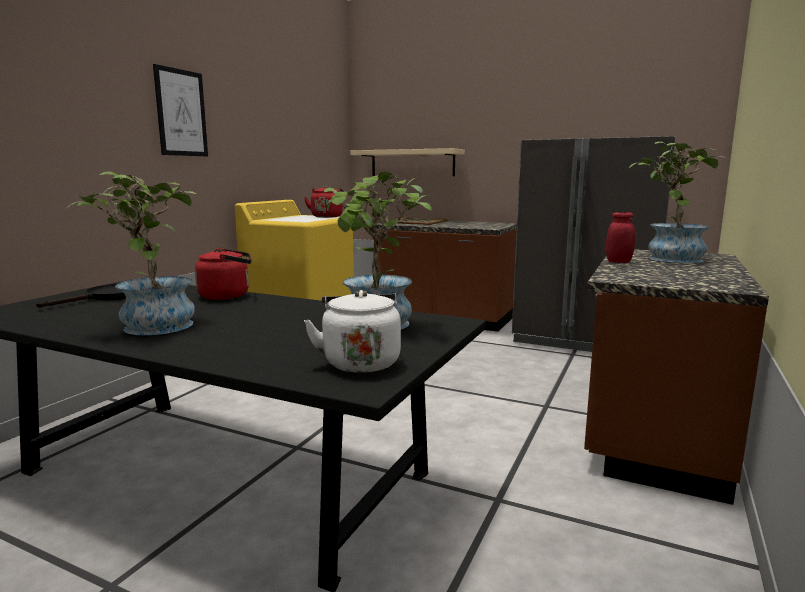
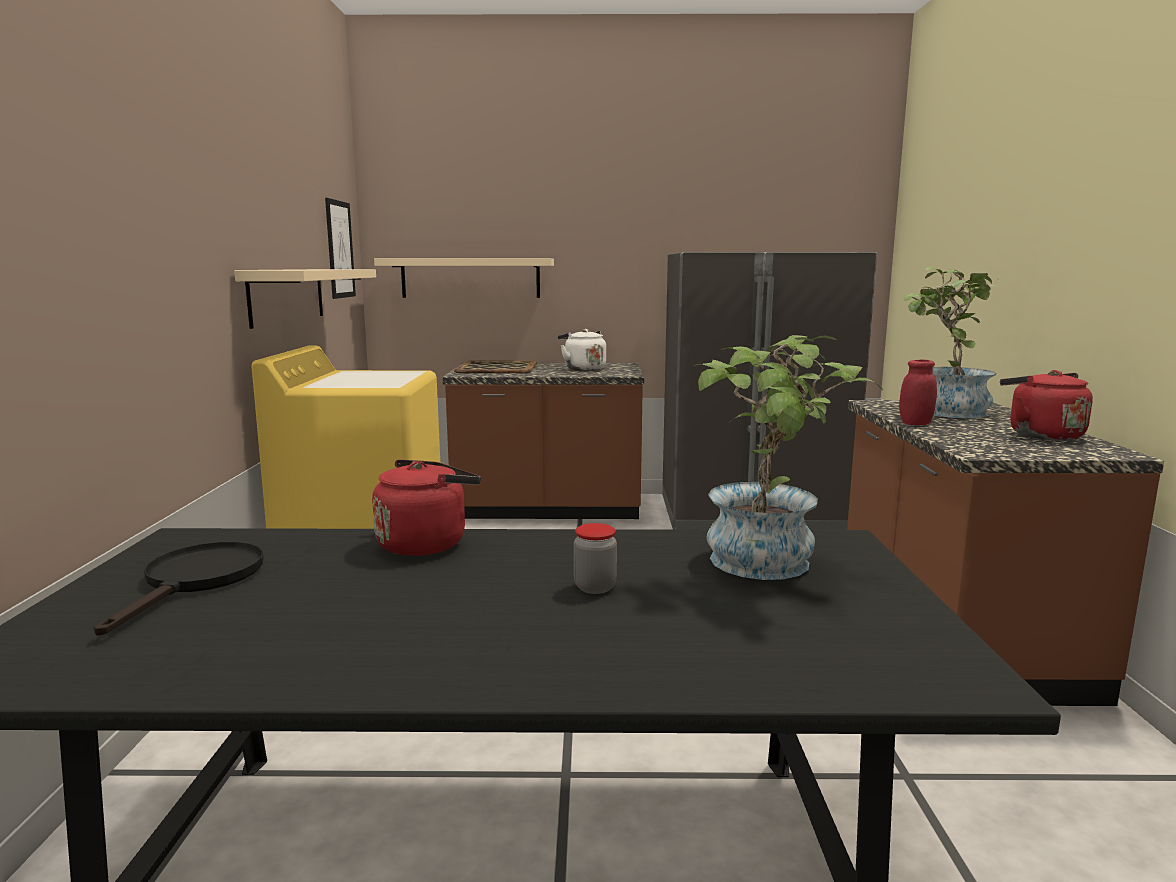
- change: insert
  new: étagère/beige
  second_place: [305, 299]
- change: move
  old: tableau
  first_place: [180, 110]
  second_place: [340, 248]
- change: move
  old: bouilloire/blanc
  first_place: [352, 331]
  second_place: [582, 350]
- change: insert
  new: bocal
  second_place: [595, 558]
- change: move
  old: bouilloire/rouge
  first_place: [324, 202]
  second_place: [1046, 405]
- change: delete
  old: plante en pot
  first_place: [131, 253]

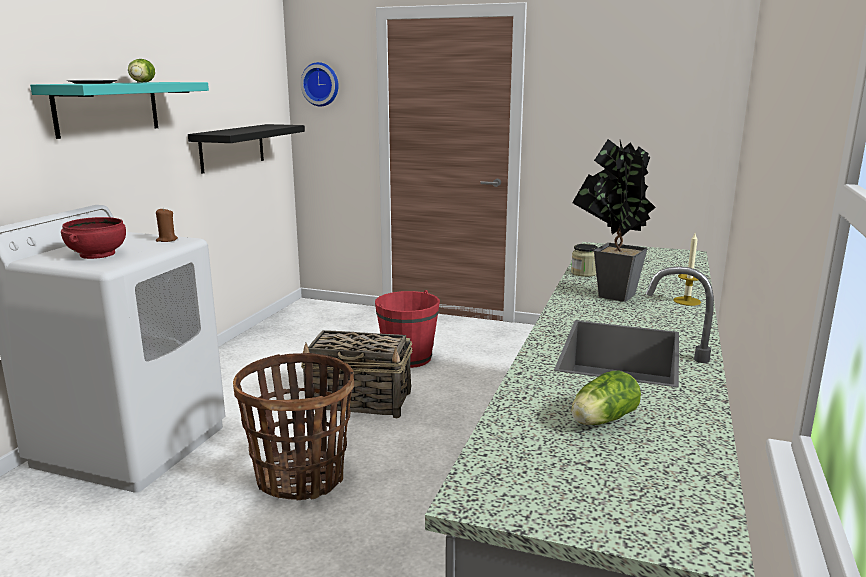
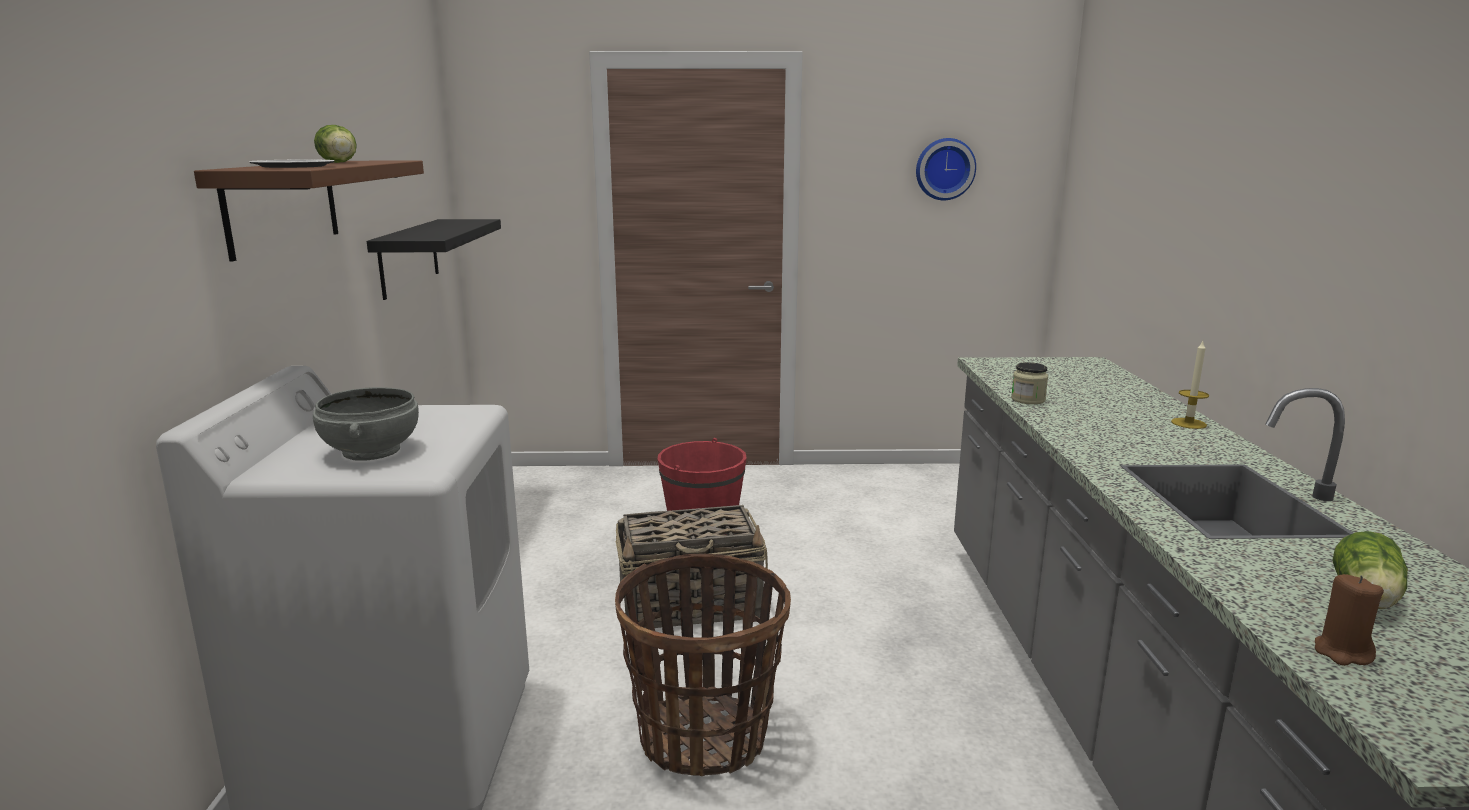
- change: recolor
  old: étagère/turquoise
  new: étagère/marron
  first_place: [119, 110]
  second_place: [309, 211]
- change: recolor
  old: bol/rouge
  new: bol/gris
  first_place: [93, 238]
  second_place: [366, 424]
- change: move
  old: horloge murale
  first_place: [319, 84]
  second_place: [946, 169]
- change: move
  old: bougie/marron
  first_place: [167, 225]
  second_place: [1349, 620]
- change: delete
  old: plante en pot
  first_place: [614, 220]

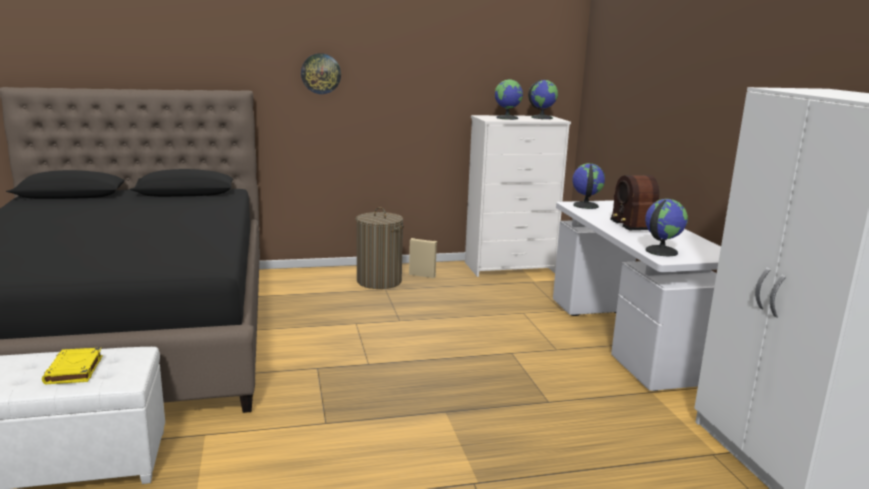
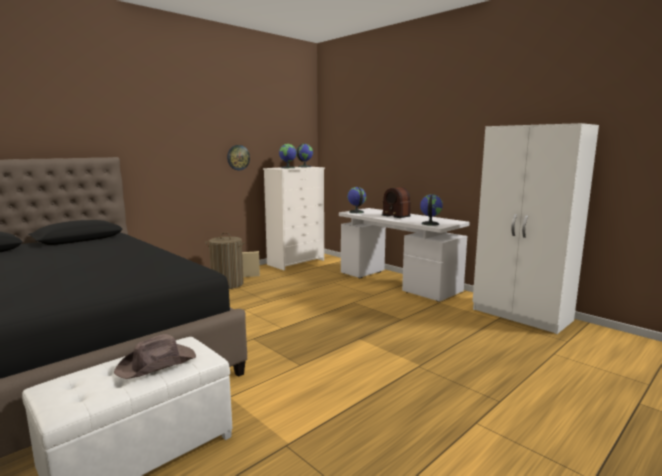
- change: replace
  old: livre/jaune
  new: chapeau/marron
  first_place: [72, 366]
  second_place: [155, 356]
- change: move
  old: horloge murale
  first_place: [321, 73]
  second_place: [238, 157]

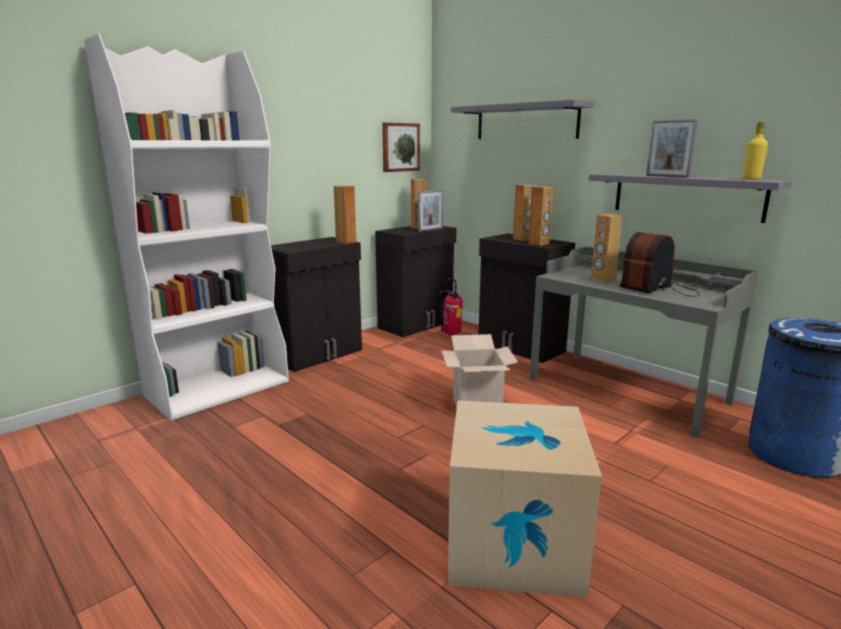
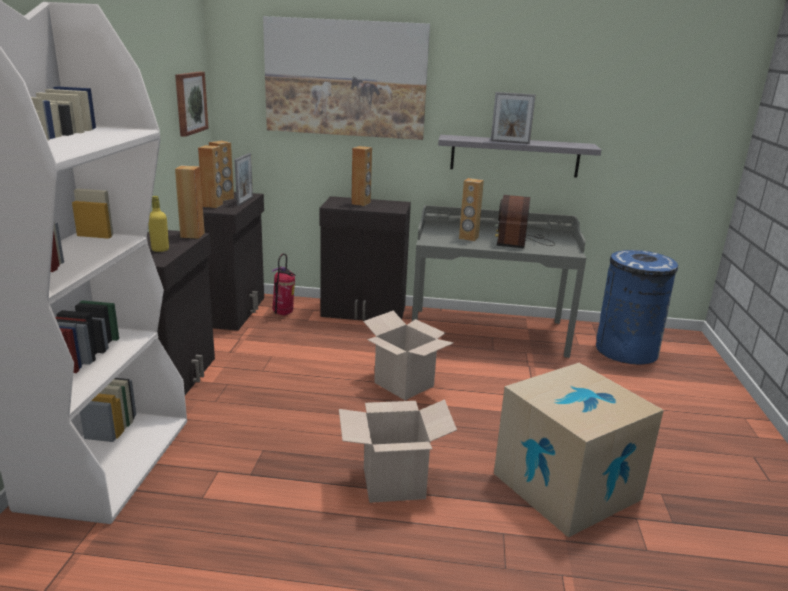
- change: move
  old: bouteille/jaune
  first_place: [755, 151]
  second_place: [158, 224]
- change: move
  old: enceinte/marron
  first_place: [540, 216]
  second_place: [210, 176]
- change: replace
  old: étagère/gris
  new: tableau
  first_place: [522, 119]
  second_place: [346, 78]
- change: insert
  new: carton
  second_place: [398, 451]

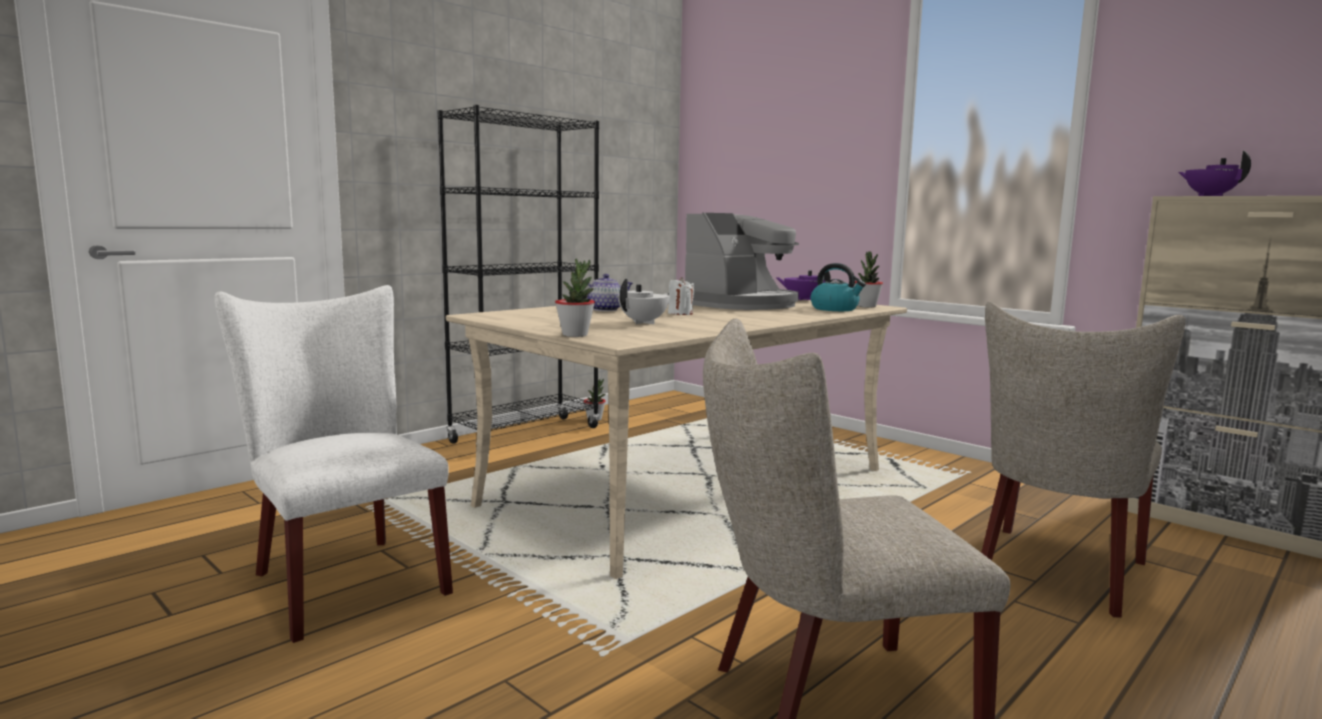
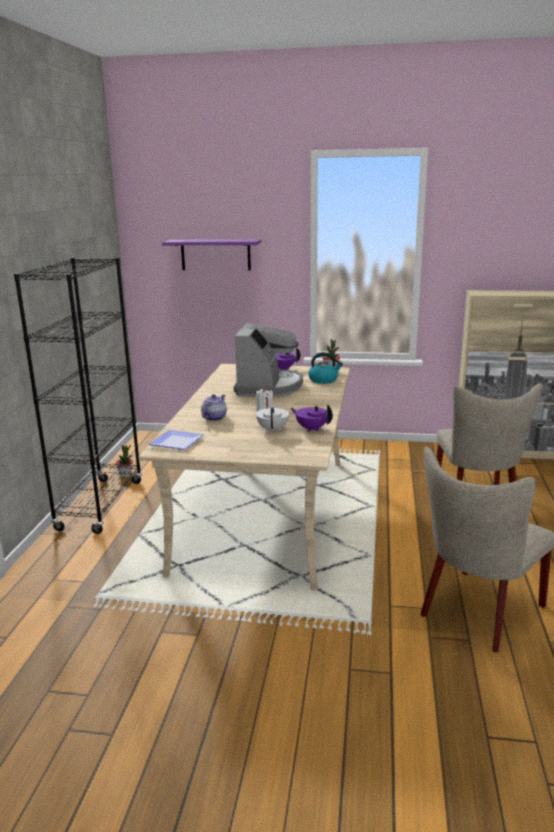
- change: insert
  new: assiette
  second_place: [176, 440]
- change: insert
  new: étagère/violet
  second_place: [211, 254]
- change: move
  old: théière/violet
  first_place: [1215, 173]
  second_place: [311, 418]
- change: delete
  old: chaise/blanc
  first_place: [333, 464]
- change: delete
  old: plante en pot
  first_place: [575, 298]

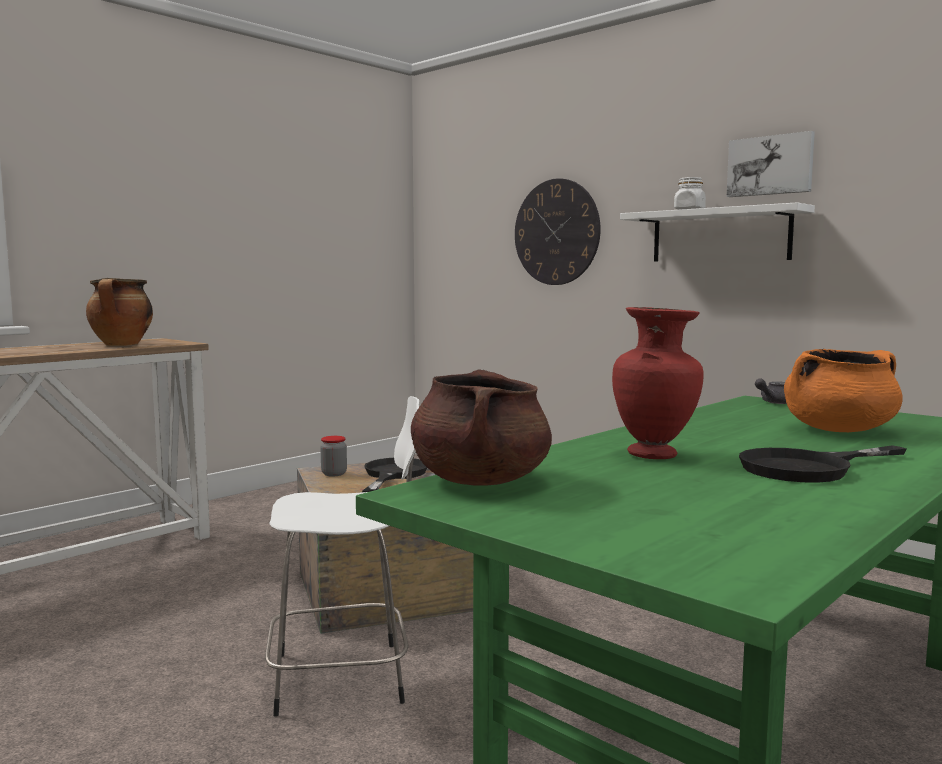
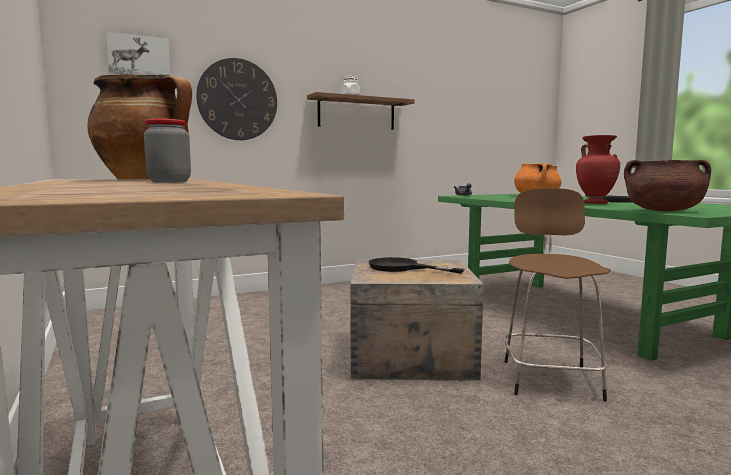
- change: move
  old: tableau
  first_place: [771, 164]
  second_place: [138, 53]
- change: move
  old: bocal
  first_place: [333, 456]
  second_place: [167, 150]
- change: recolor
  old: étagère/blanc
  new: étagère/marron
  first_place: [717, 232]
  second_place: [361, 111]
- change: recolor
  old: tabouret/blanc
  new: tabouret/marron
  first_place: [342, 556]
  second_place: [557, 294]

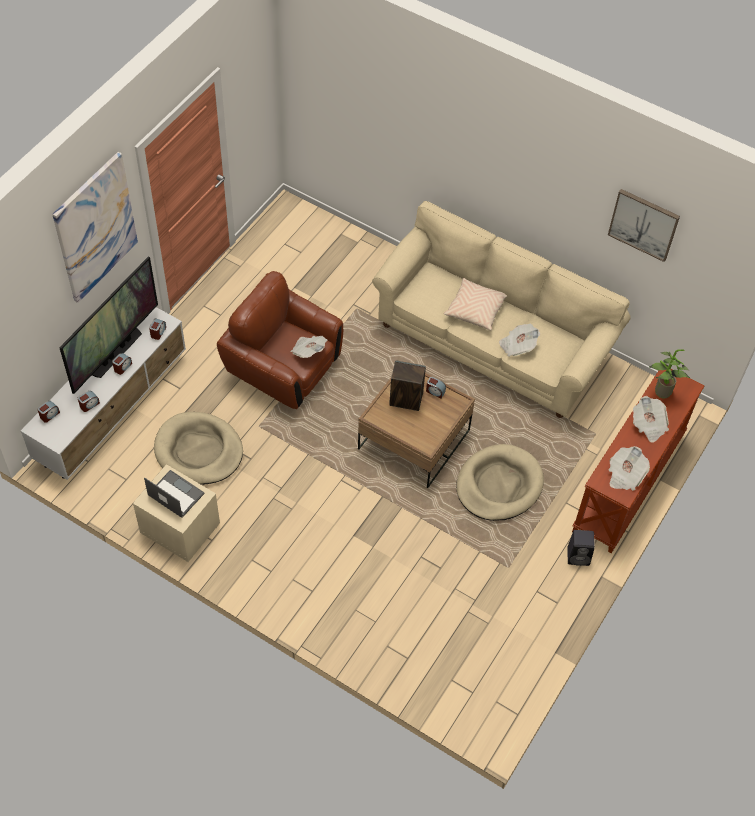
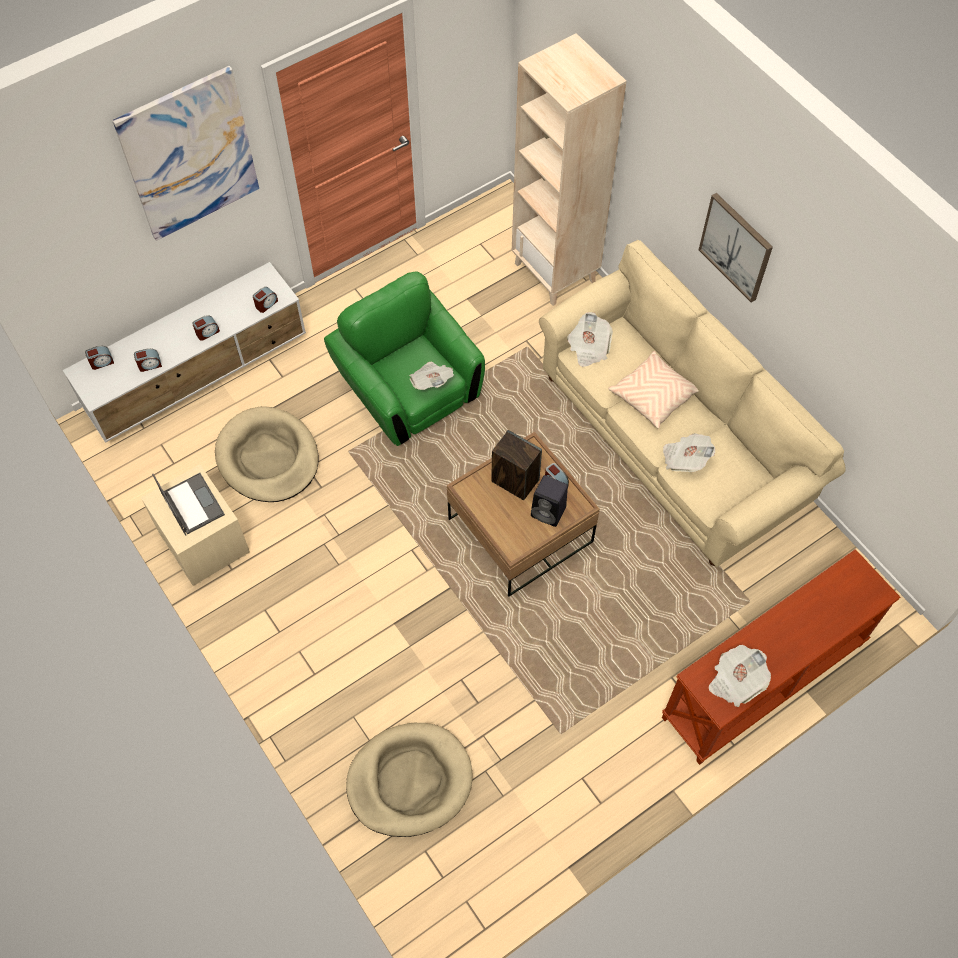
- change: recolor
  old: fauteuil/marron
  new: fauteuil/vert
  first_place: [280, 340]
  second_place: [404, 358]
- change: move
  old: panier pour chien/beige
  first_place: [500, 482]
  second_place: [409, 780]
- change: insert
  new: bibliothèque/beige
  second_place: [569, 169]
- change: move
  old: enceinte/noir
  first_place: [581, 548]
  second_place: [549, 501]
- change: move
  old: journal
  first_place: [651, 419]
  second_place: [590, 339]
- change: move
  old: tableau
  first_place: [644, 225]
  second_place: [736, 248]
- change: delete
  old: téléviseur
  first_place: [108, 325]
- change: delete
  old: plante en pot
  first_place: [669, 373]

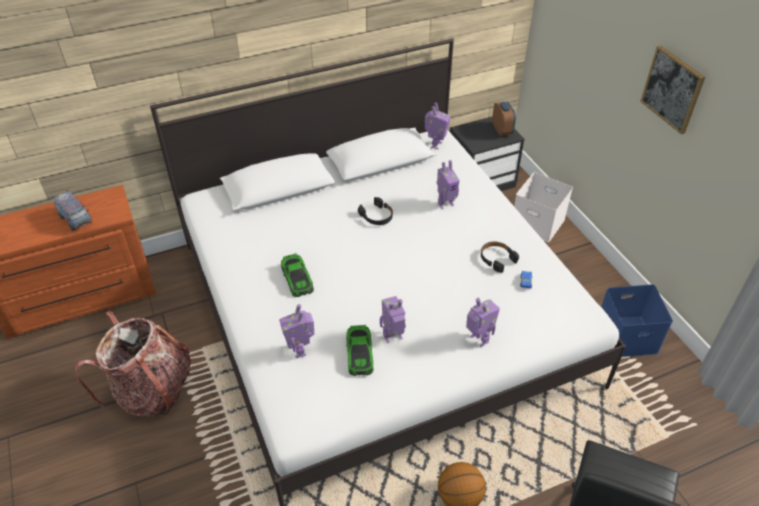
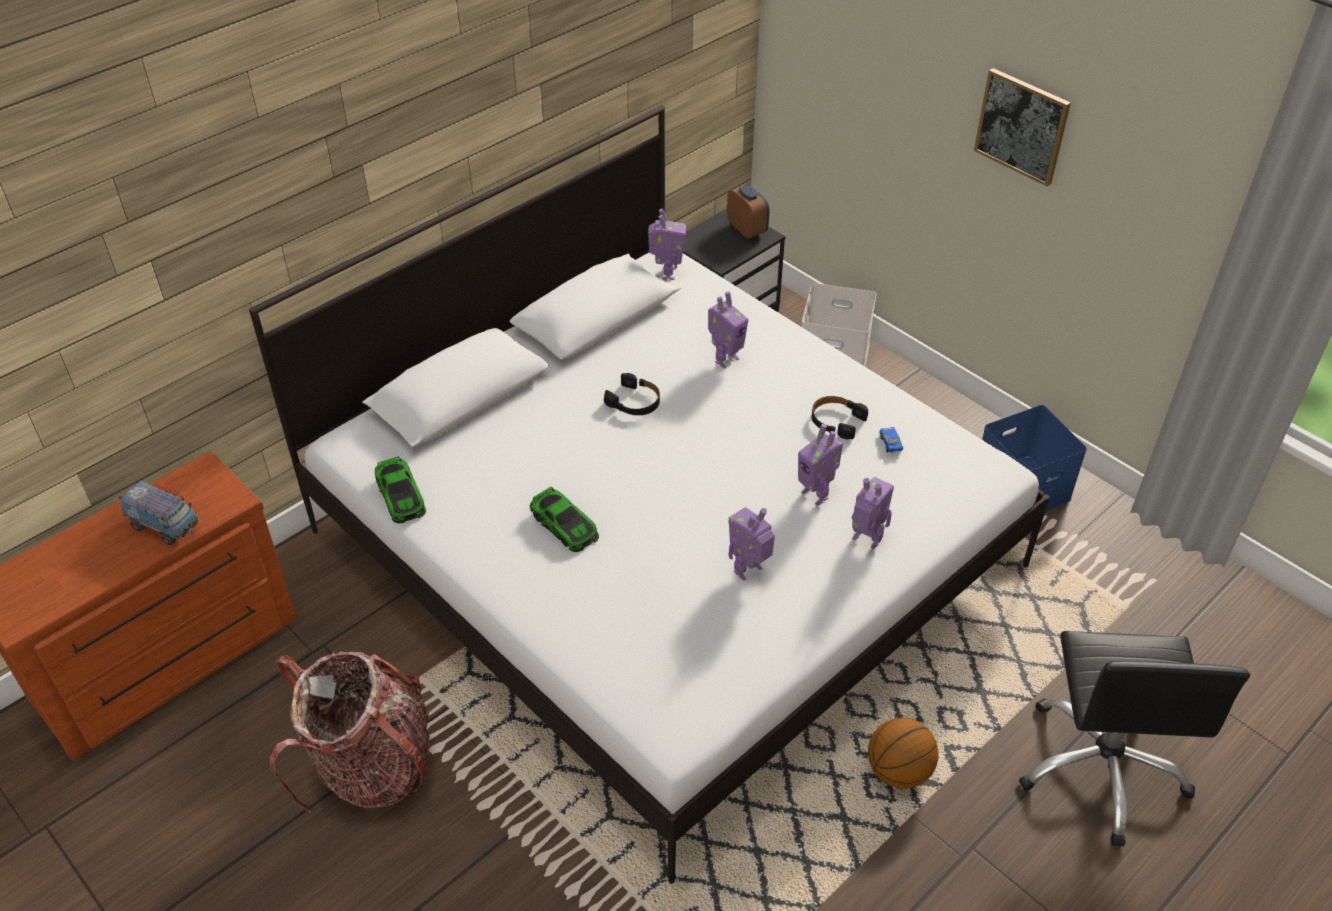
- change: move
  old: petite voiture
  first_place: [360, 350]
  second_place: [400, 489]
- change: move
  old: robot jouet
  first_place: [296, 331]
  second_place: [820, 465]

